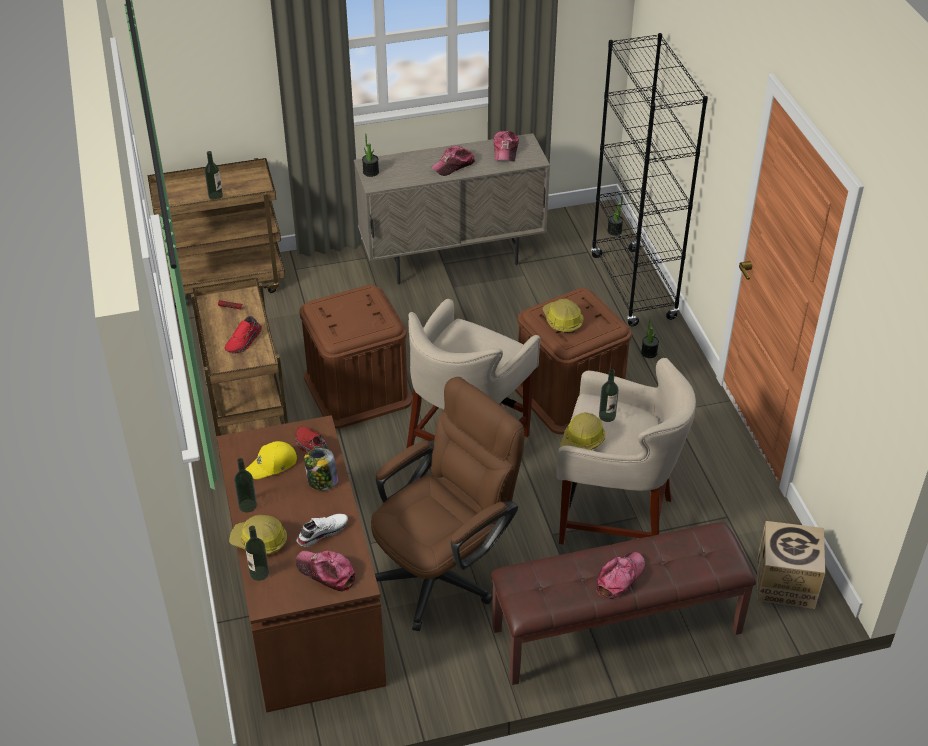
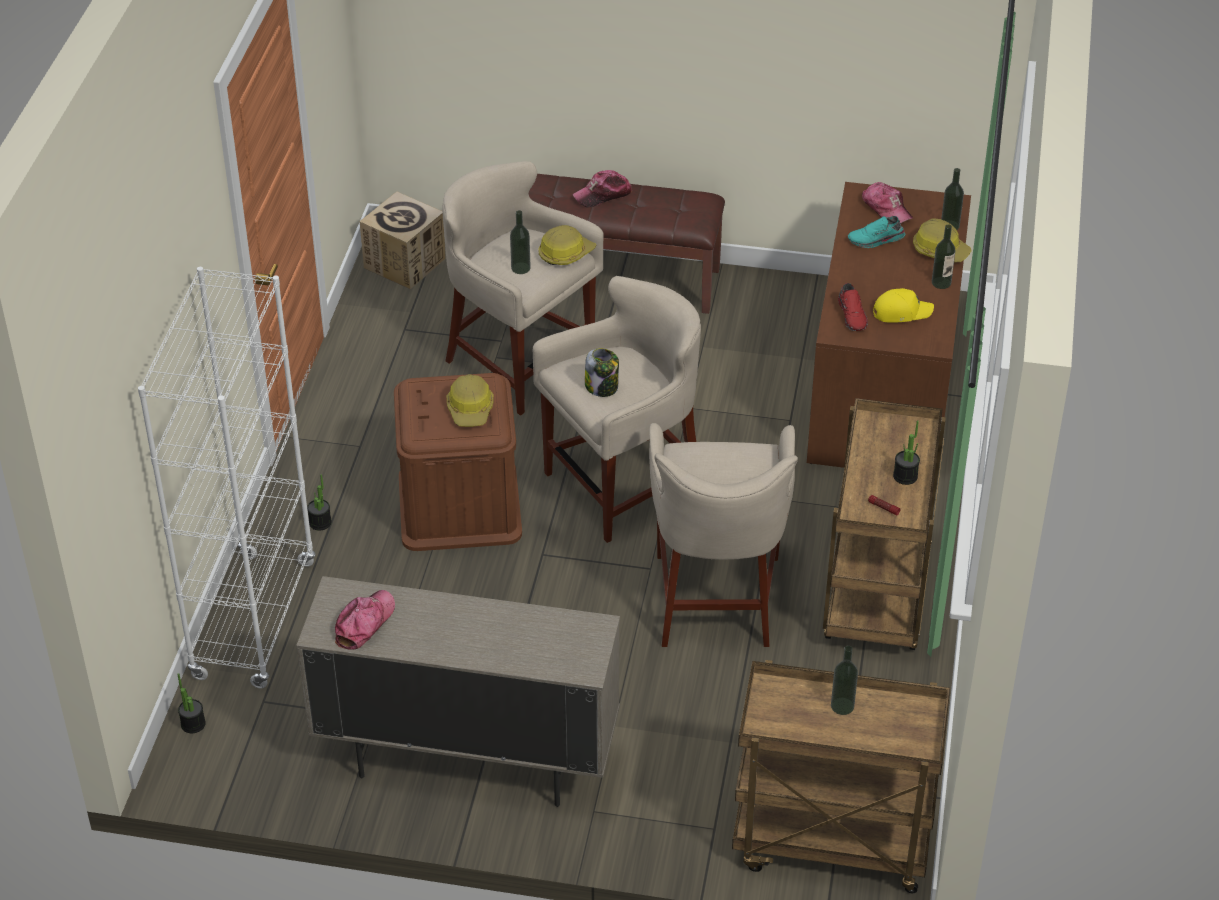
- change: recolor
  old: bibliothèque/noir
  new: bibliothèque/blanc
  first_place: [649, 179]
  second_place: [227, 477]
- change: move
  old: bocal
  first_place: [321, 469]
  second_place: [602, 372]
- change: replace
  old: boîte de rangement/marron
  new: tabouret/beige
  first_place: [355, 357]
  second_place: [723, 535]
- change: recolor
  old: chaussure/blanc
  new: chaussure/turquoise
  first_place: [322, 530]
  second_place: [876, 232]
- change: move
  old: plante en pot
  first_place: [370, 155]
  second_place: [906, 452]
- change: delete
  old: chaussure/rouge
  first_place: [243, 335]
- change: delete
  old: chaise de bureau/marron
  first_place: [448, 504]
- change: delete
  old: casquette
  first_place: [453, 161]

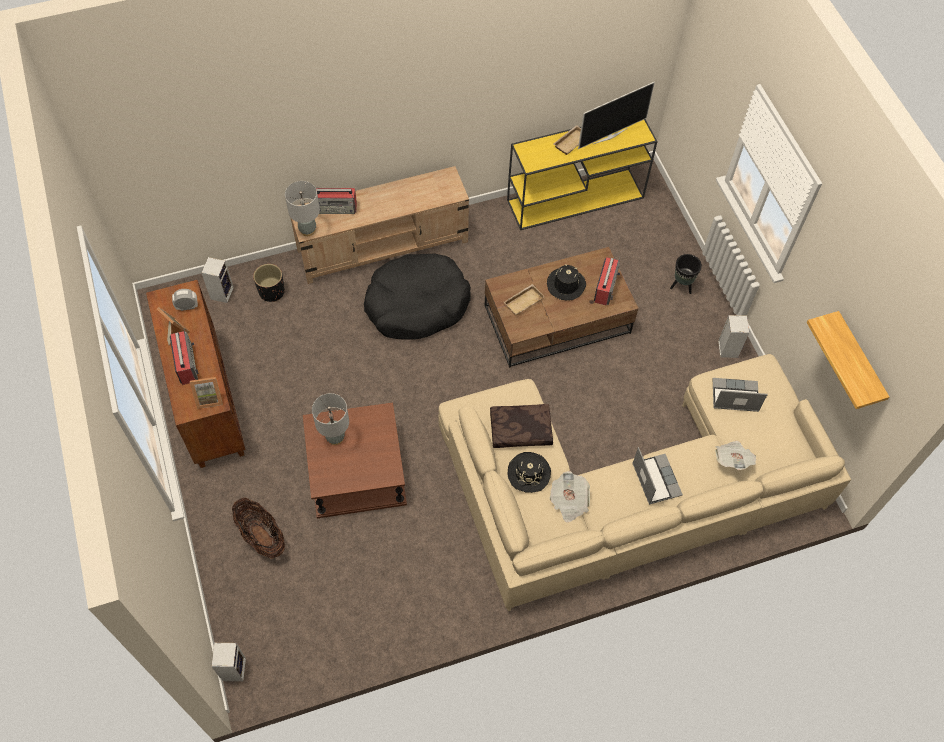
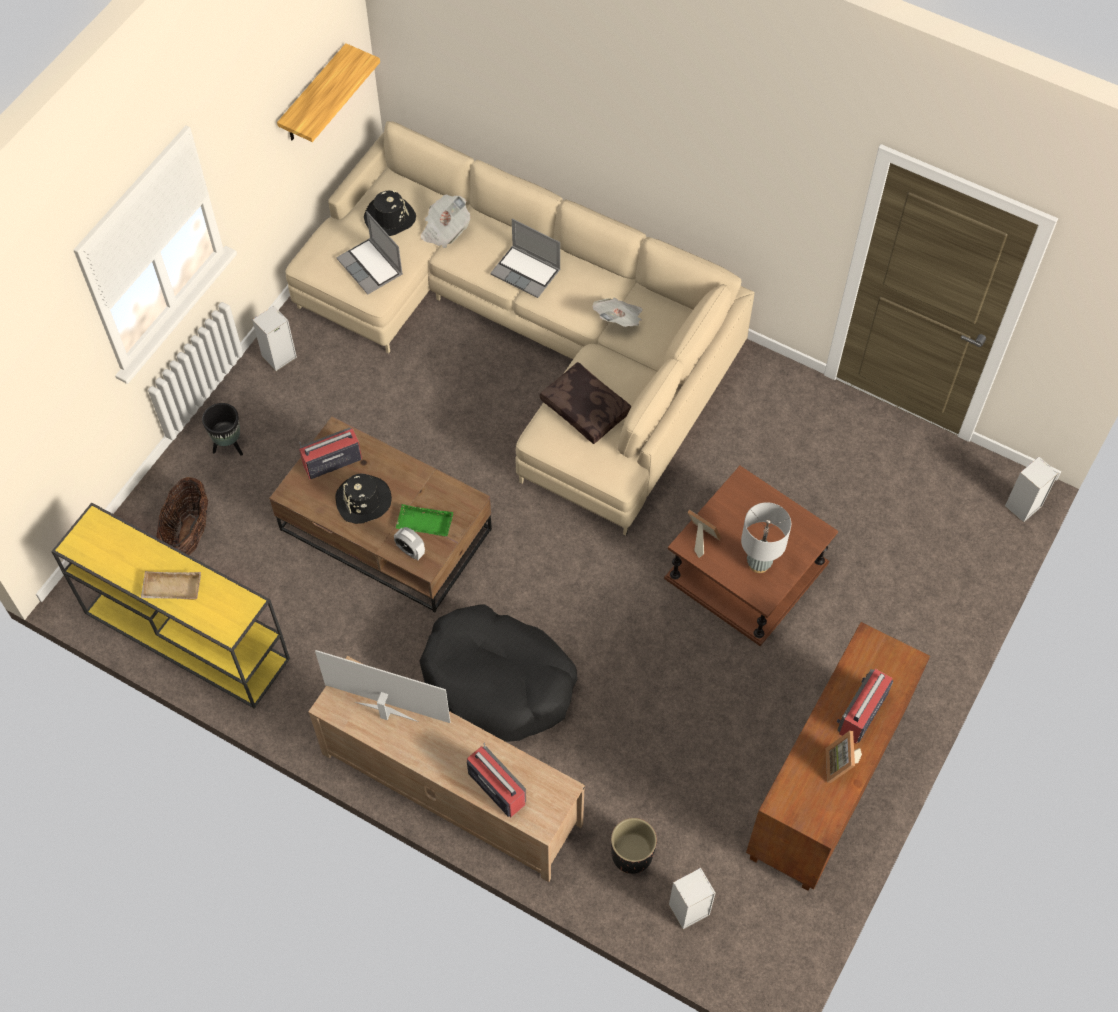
- change: move
  old: panier
  first_place: [258, 528]
  second_place: [182, 516]
- change: move
  old: téléviseur
  first_place: [616, 115]
  second_place: [383, 686]
- change: move
  old: chapeau/noir
  first_place: [529, 472]
  second_place: [390, 213]
- change: move
  old: réveil
  first_place: [185, 300]
  second_place: [409, 543]
- change: recolor
  old: plateau/beige
  new: plateau/vert
  first_place: [524, 299]
  second_place: [424, 520]
- change: rotate
  old: ordinateur portable
  first_place: [658, 476]
  second_place: [525, 258]
  degrees: -90
- change: move
  old: cadre photo
  first_place: [206, 393]
  second_place: [704, 534]
- change: delete
  old: lampe de table/gris
  first_place: [302, 208]

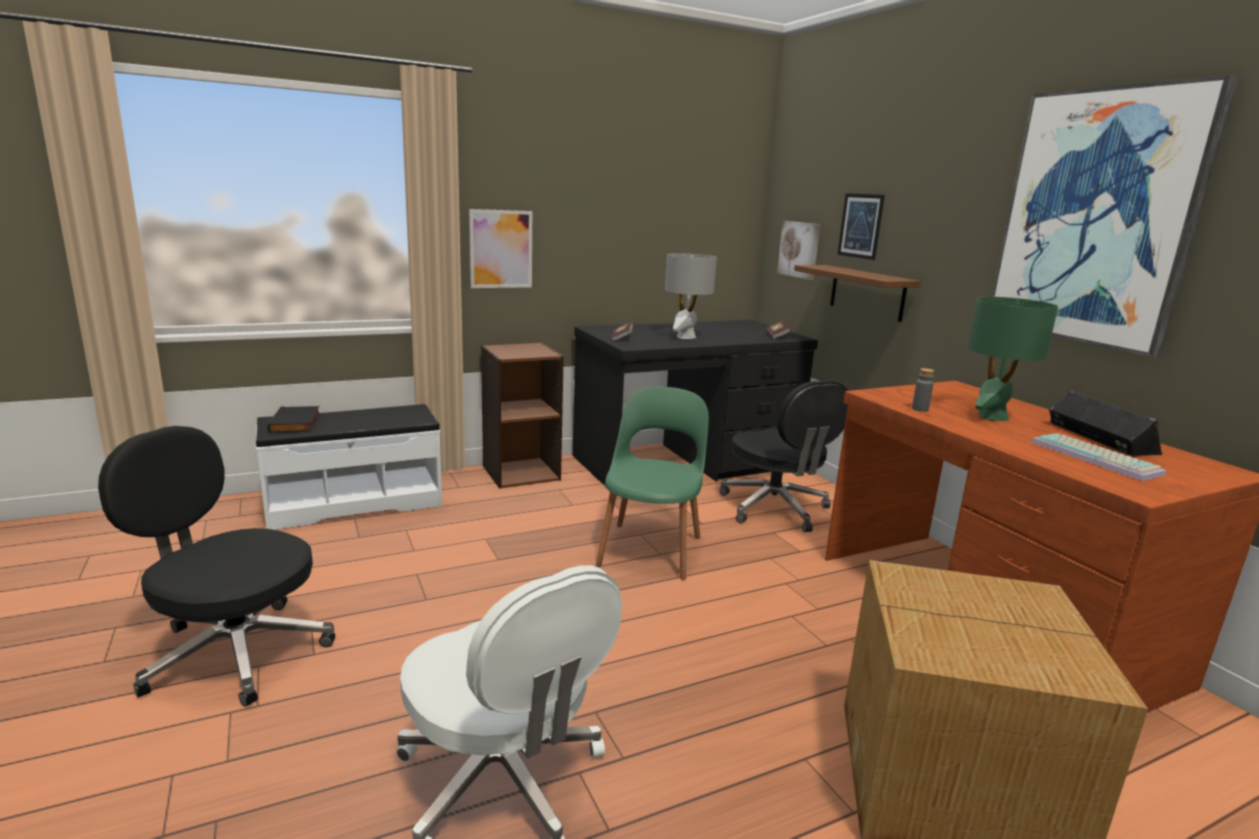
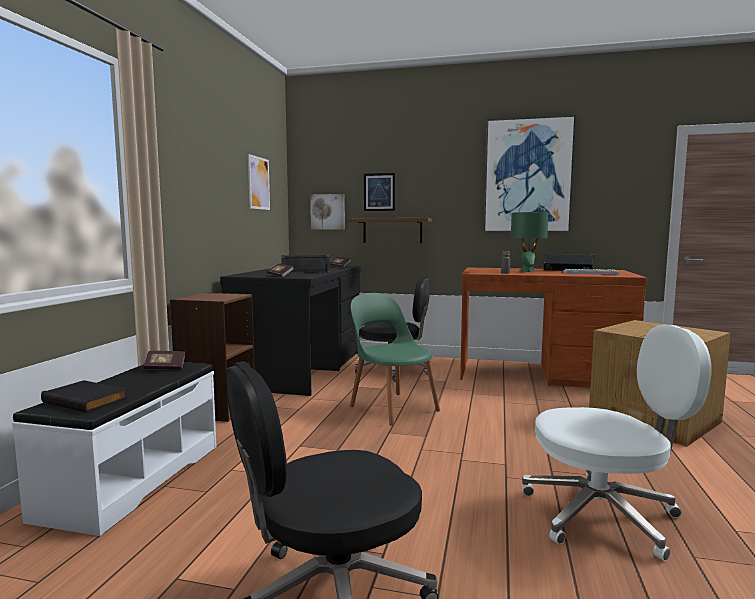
- change: insert
  new: livre
  second_place: [164, 360]
- change: move
  old: tableau
  first_place: [500, 248]
  second_place: [259, 182]
- change: replace
  old: lampe de table/gris
  new: enceinte/noir
  first_place: [691, 296]
  second_place: [305, 264]

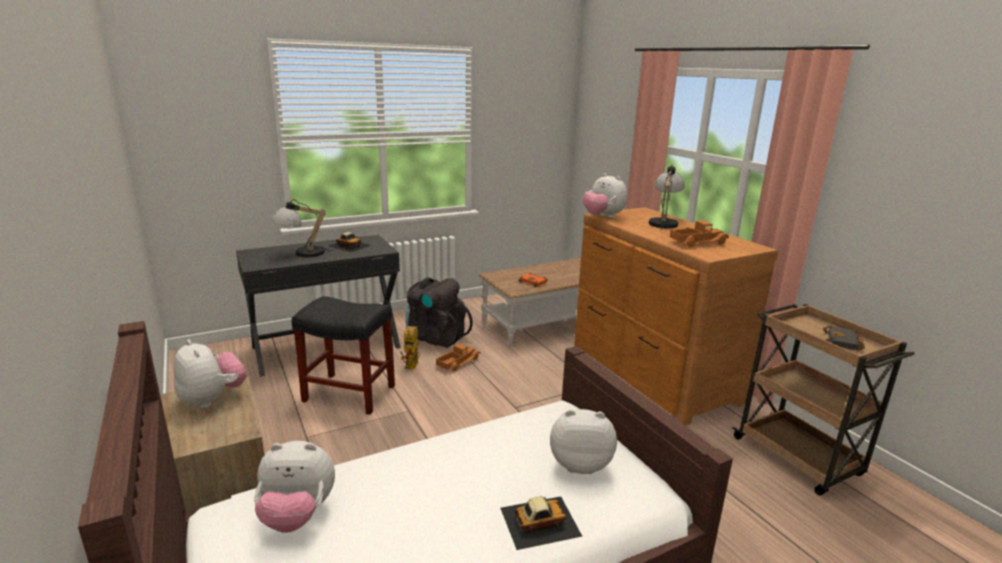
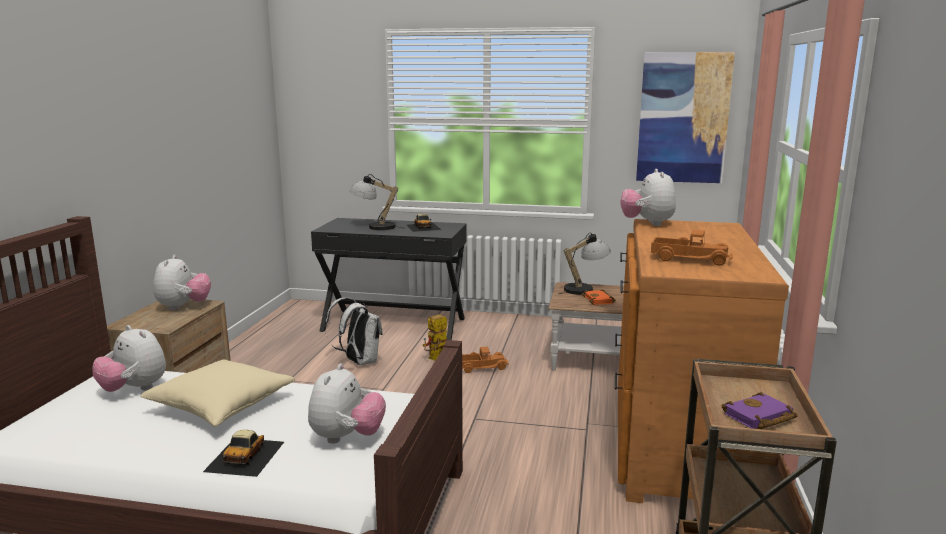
- change: insert
  new: coussin/beige
  second_place: [217, 393]
- change: rotate
  old: petite voiture
  first_place: [541, 523]
  second_place: [243, 453]
  degrees: 75
- change: rotate
  old: peluche
  first_place: [583, 441]
  second_place: [347, 403]
  degrees: 60
- change: replace
  old: tabouret/noir
  new: sac à dos/blanc
  first_place: [343, 355]
  second_place: [354, 331]
- change: move
  old: lampe de table
  first_place: [667, 198]
  second_place: [585, 263]
- change: insert
  new: tableau
  second_place: [685, 117]
- change: recolor
  old: livre/noir
  new: livre/violet
  first_place: [844, 338]
  second_place: [759, 410]
- change: delete
  old: sac à dos/noir
  first_place: [439, 313]

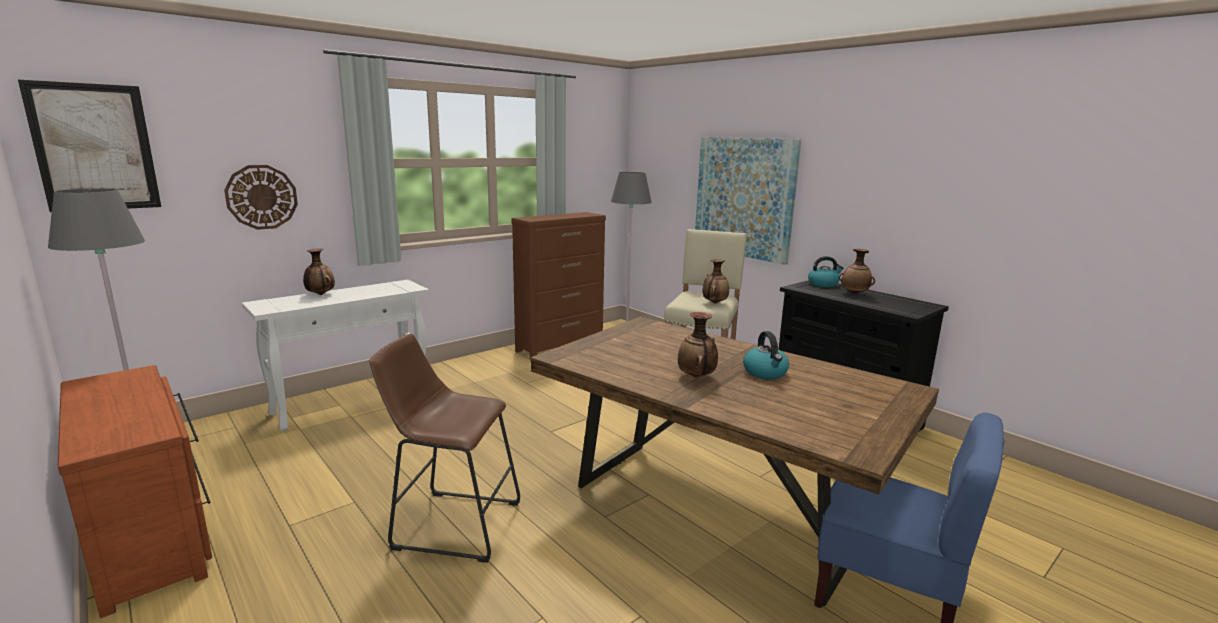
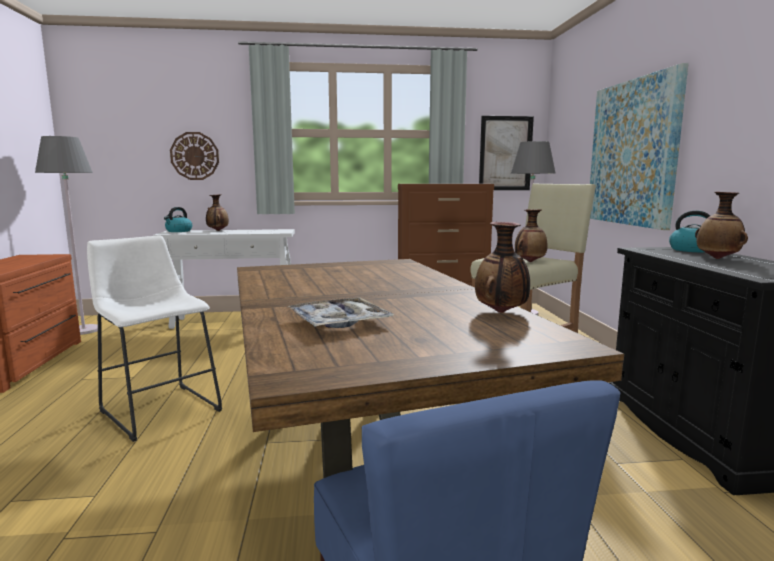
- change: recolor
  old: tabouret/marron
  new: tabouret/blanc
  first_place: [444, 448]
  second_place: [154, 339]
- change: move
  old: bouilloire
  first_place: [766, 355]
  second_place: [178, 219]
- change: insert
  new: plateau
  second_place: [341, 313]
- change: move
  old: vase
  first_place: [698, 345]
  second_place: [502, 267]
- change: move
  old: tableau
  first_place: [89, 146]
  second_place: [506, 153]

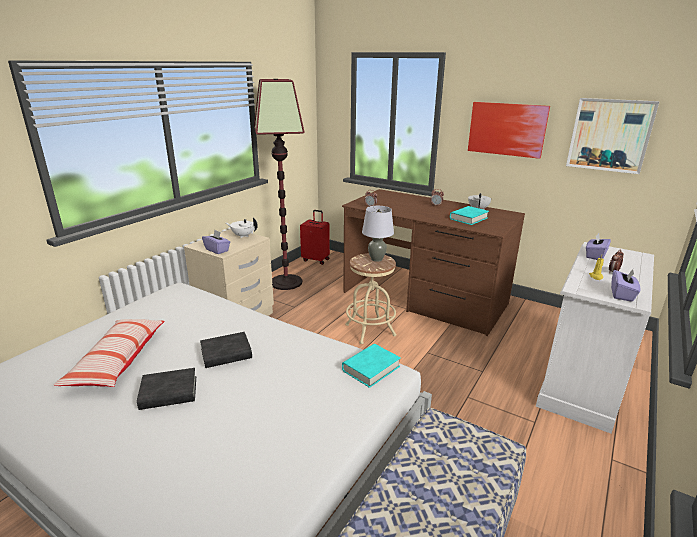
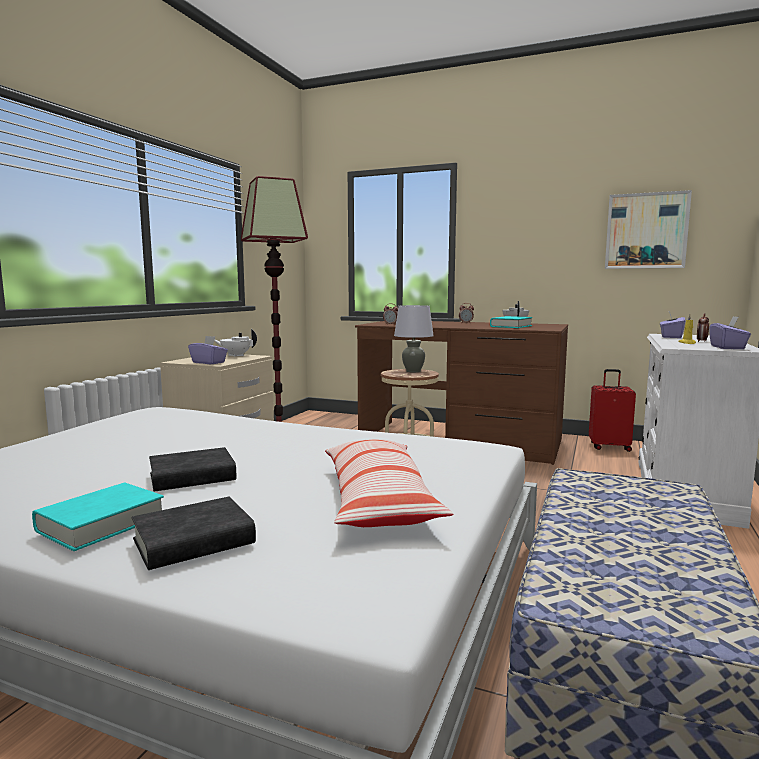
- change: move
  old: livre/turquoise
  first_place: [371, 366]
  second_place: [98, 517]
- change: move
  old: livre/noir
  first_place: [226, 350]
  second_place: [193, 533]
- change: move
  old: coussin
  first_place: [109, 353]
  second_place: [389, 483]
- change: move
  old: valise/rouge
  first_place: [315, 237]
  second_place: [612, 410]
- change: delete
  old: tableau
  first_place: [509, 130]

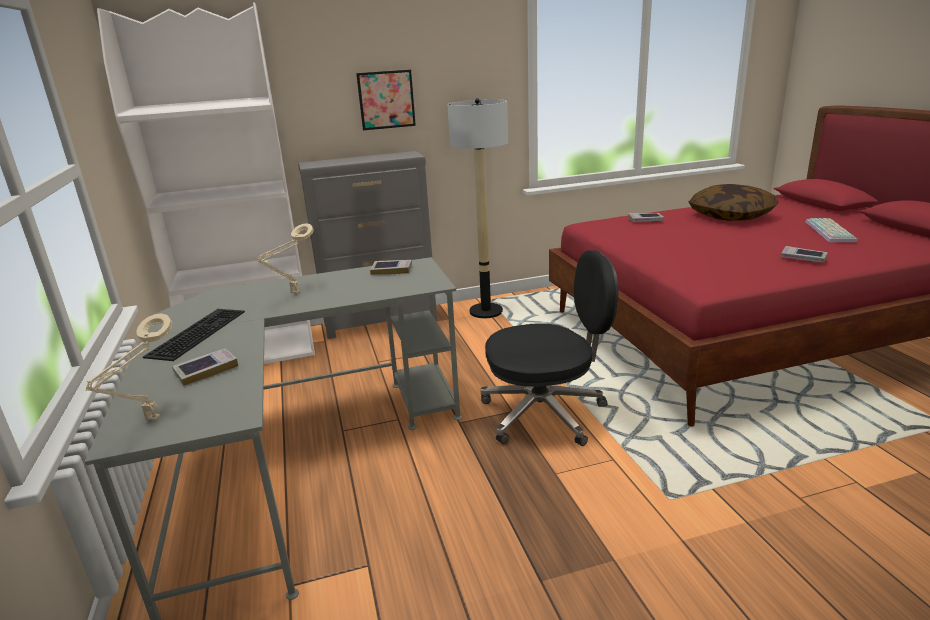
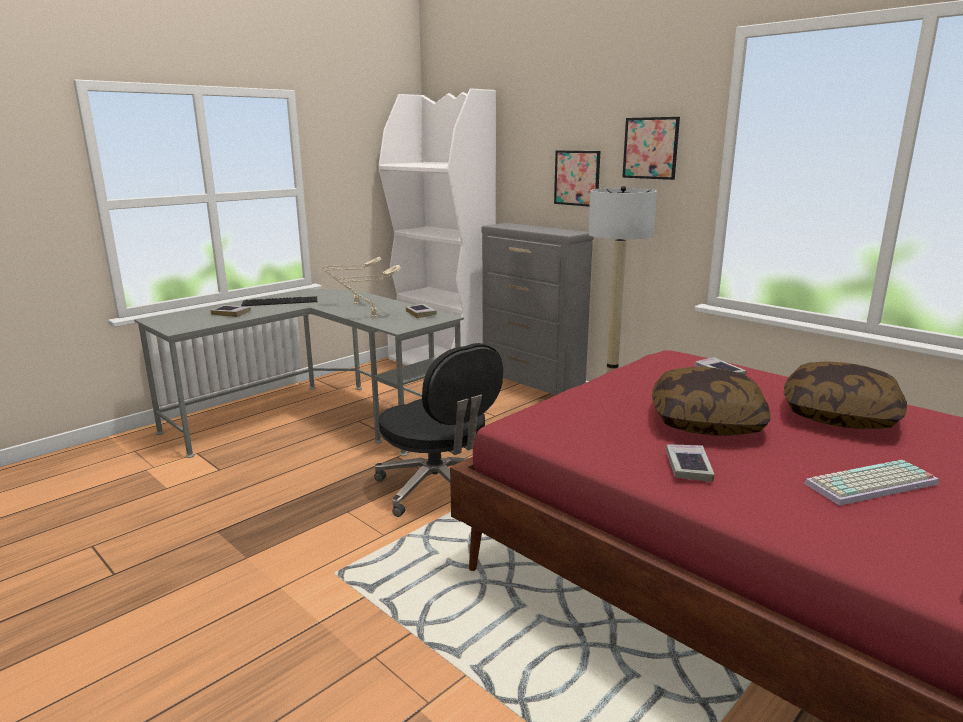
- change: move
  old: lampe de table/beige
  first_place: [129, 367]
  second_place: [369, 291]
- change: insert
  new: tableau
  second_place: [651, 148]
- change: insert
  new: coussin
  second_place: [711, 401]

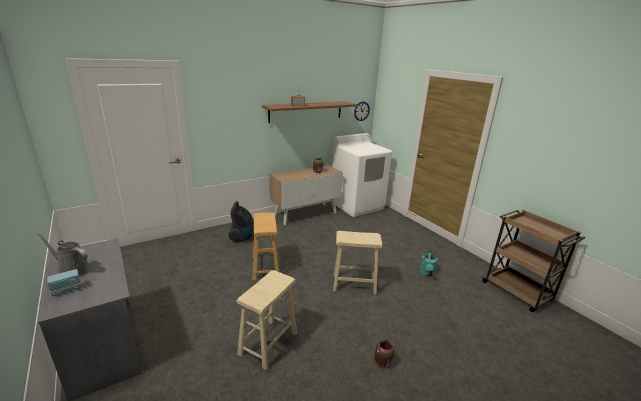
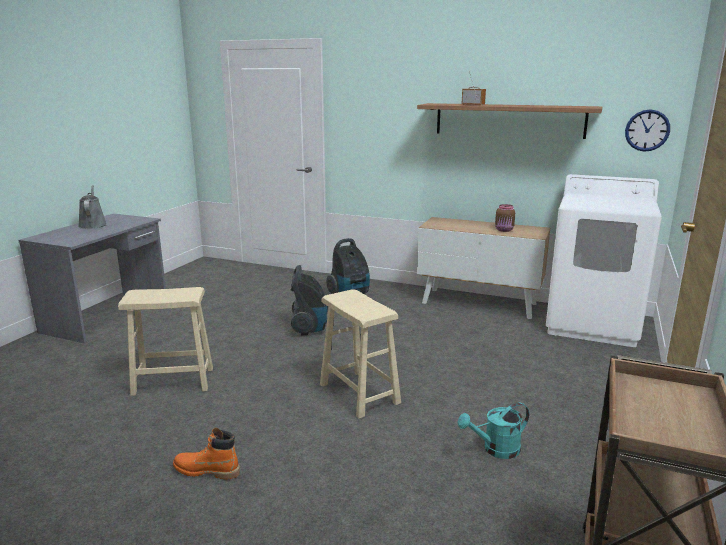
- change: replace
  old: bocal/marron
  new: botte/orange
  first_place: [384, 354]
  second_place: [206, 453]
- change: replace
  old: tabouret/marron
  new: aspirateur
  first_place: [265, 246]
  second_place: [309, 300]
- change: delete
  old: radio
  first_place: [64, 278]

